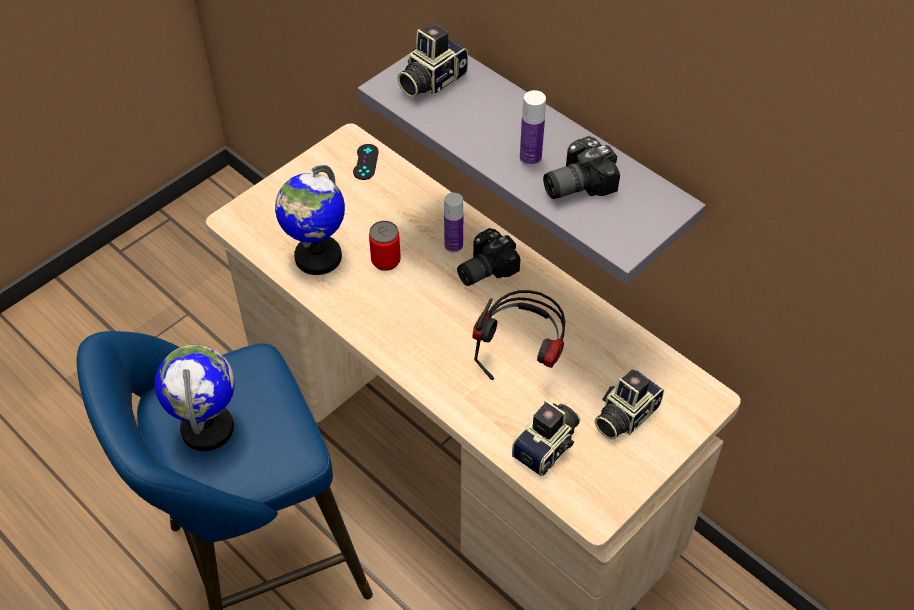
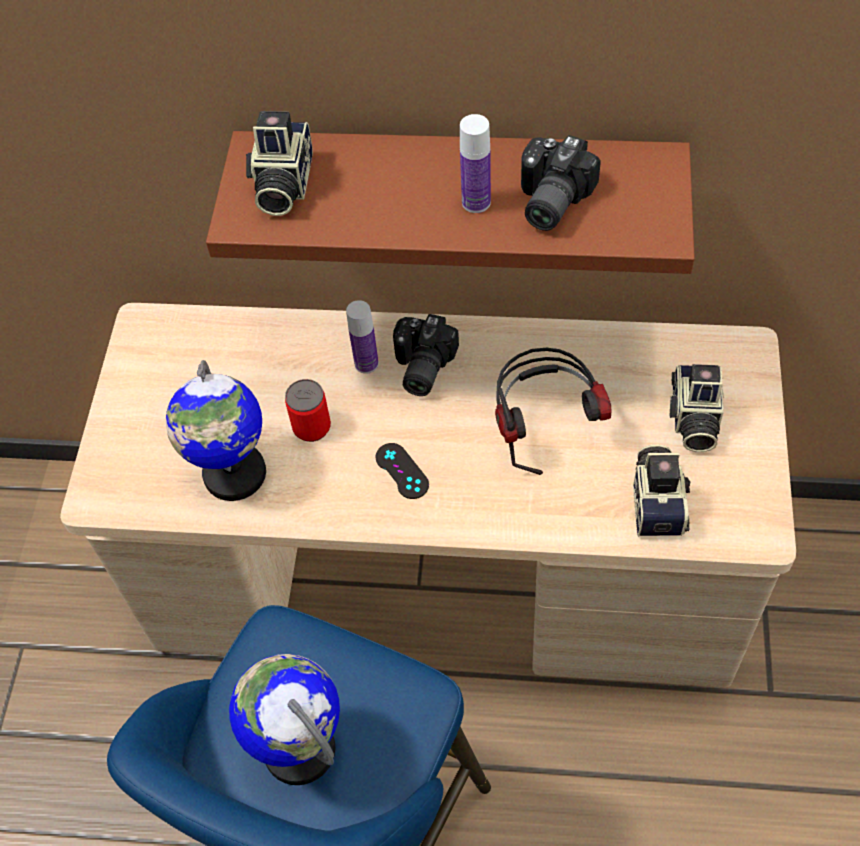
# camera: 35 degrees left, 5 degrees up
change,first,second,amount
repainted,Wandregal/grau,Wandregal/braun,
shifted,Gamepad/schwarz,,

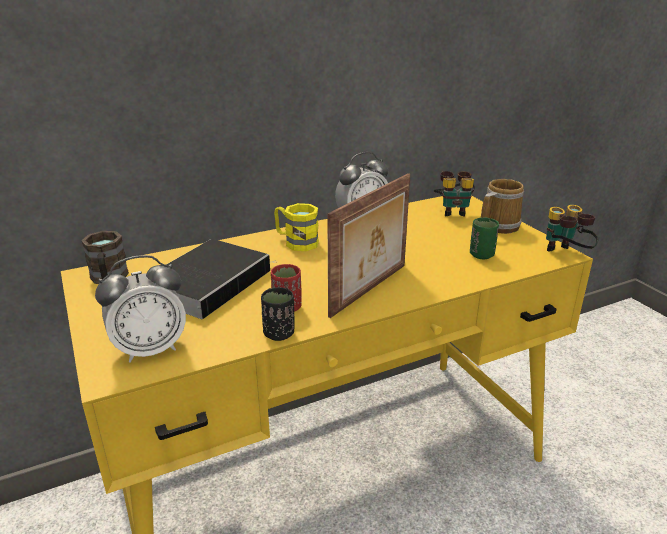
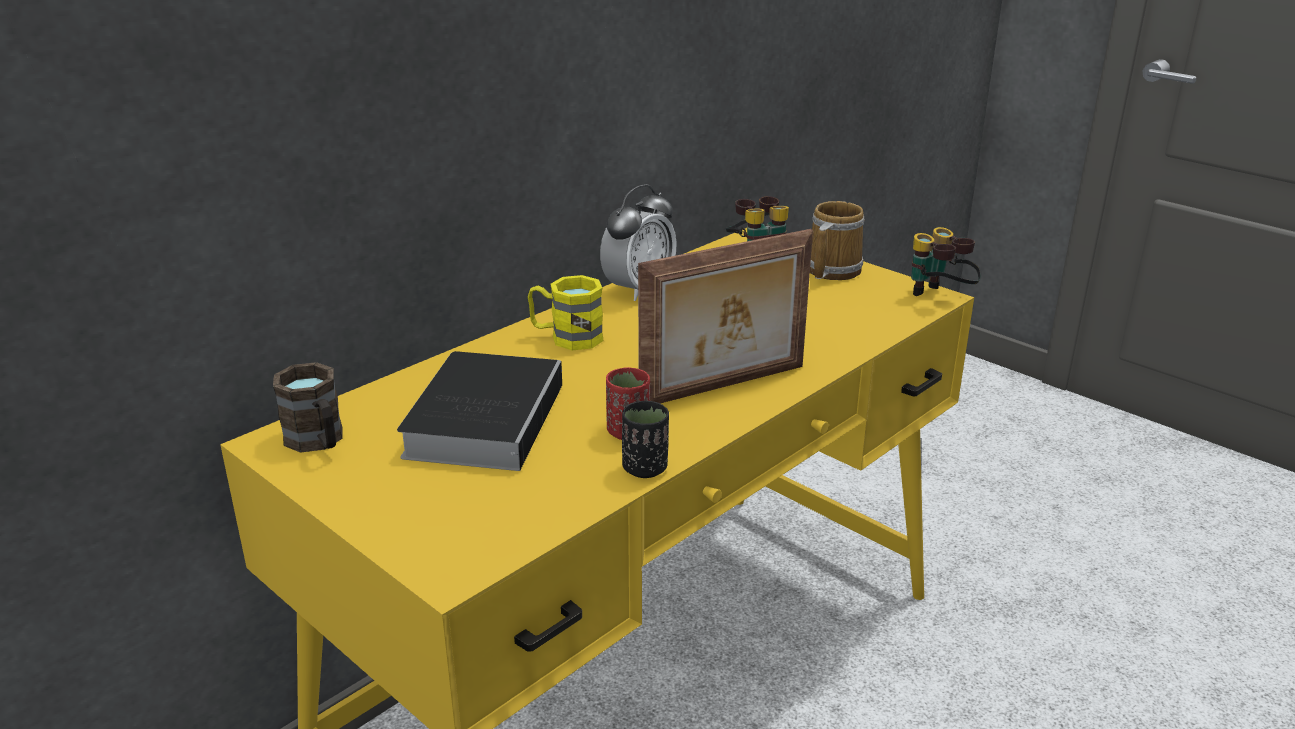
# camera: 20 degrees left, 0 degrees up
change,first,second,amount
rotated,Bilderrahmen,,45 degrees clockwise
gone,Wecker (no. 1 from left),,
gone,Tasse/grün,,

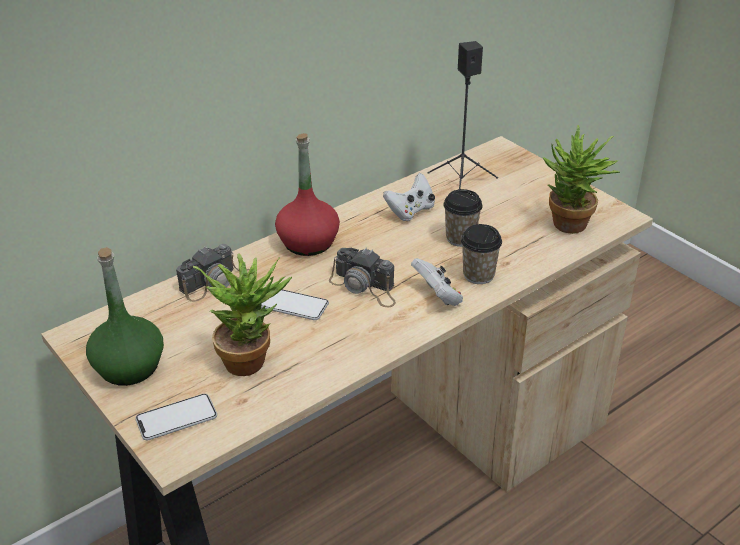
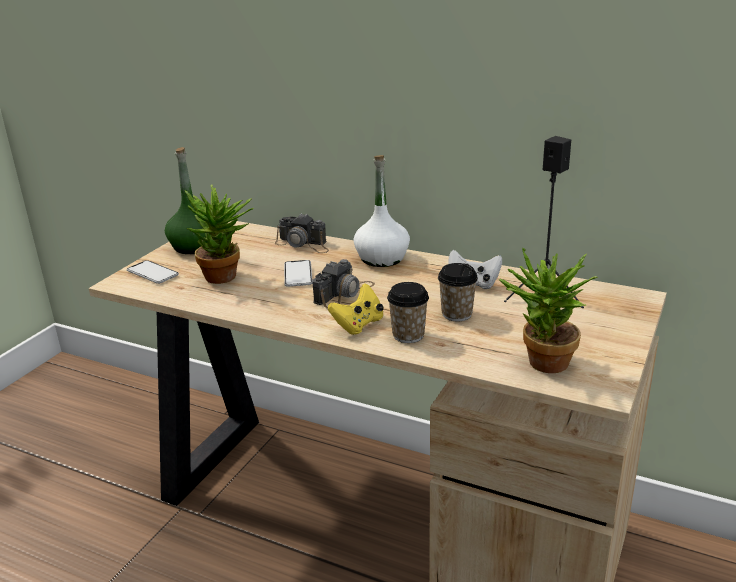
# camera: 65 degrees right, 10 degrees down
change,first,second,amount
rotated,Kamera (no. 2 from left),,150 degrees counterclockwise
repainted,Gamepad/weiß (no. 2 from left),Gamepad/gelb,
repainted,Flasche/rot,Flasche/weiß,

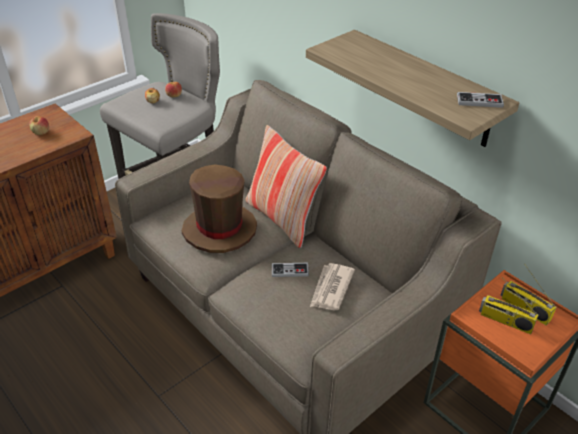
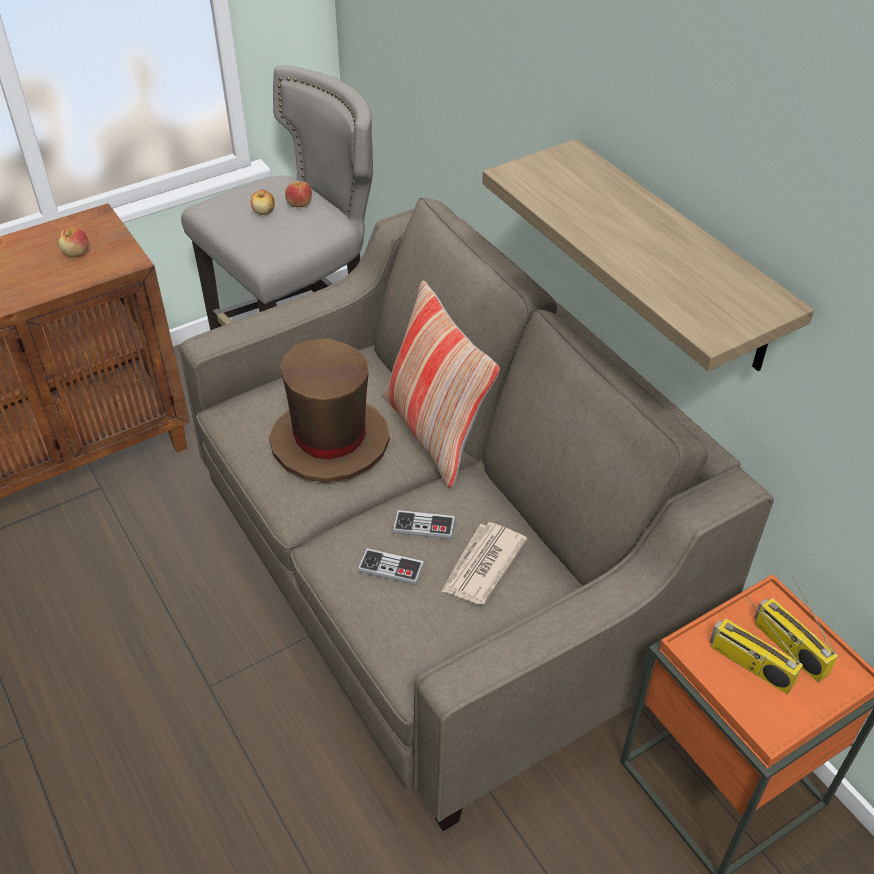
# camera: 10 degrees right, 5 degrees up
change,first,second,amount
shifted,Gamepad (no. 2 from left in the first image),Gamepad (no. 1 from left),

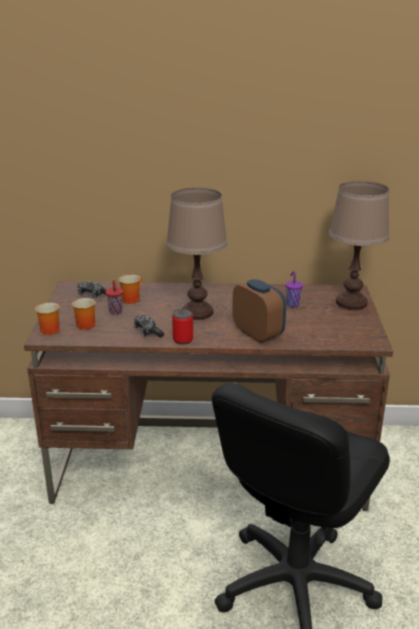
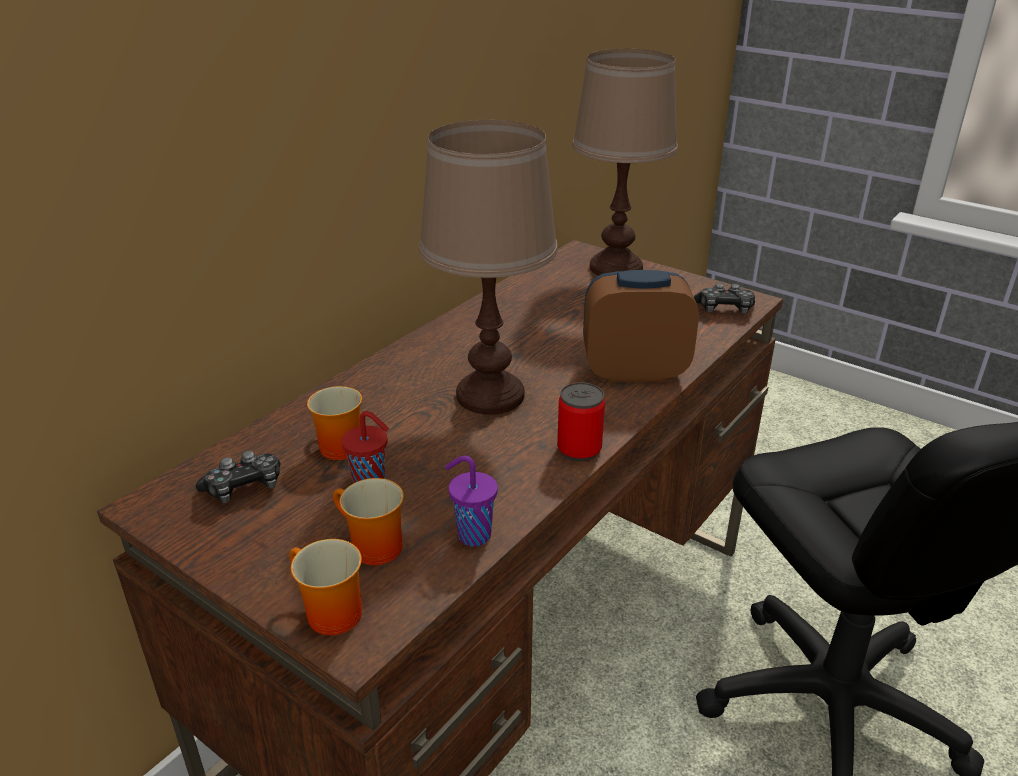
# camera: 55 degrees left, 5 degrees up
change,first,second,amount
shifted,Tasse/lila,,
shifted,Gamepad (no. 2 from left),,

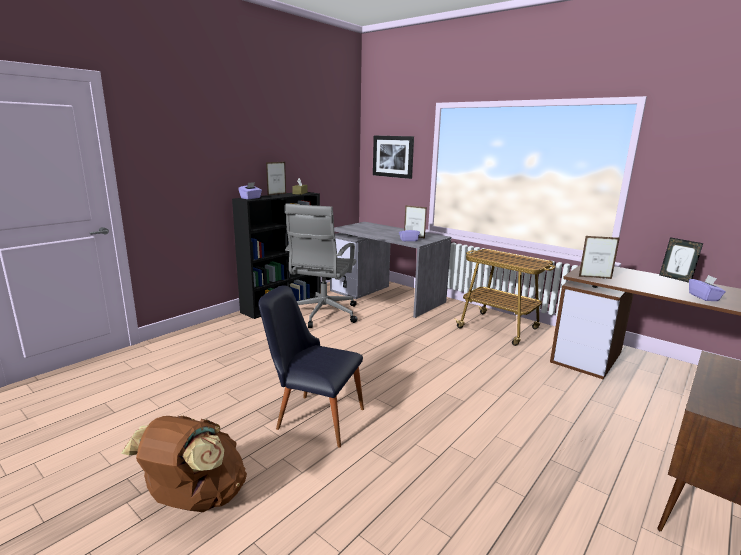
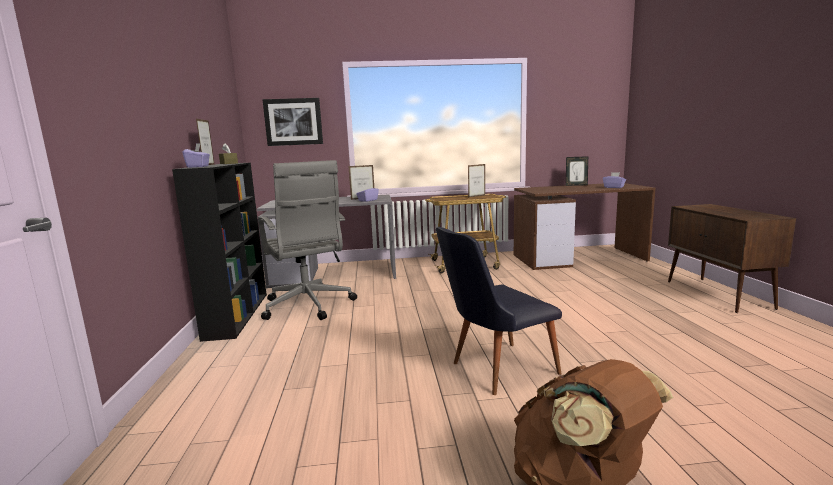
# camera: 45 degrees left, 5 degrees down
change,first,second,amount
shifted,Bilderrahmen (no. 3 from left),,

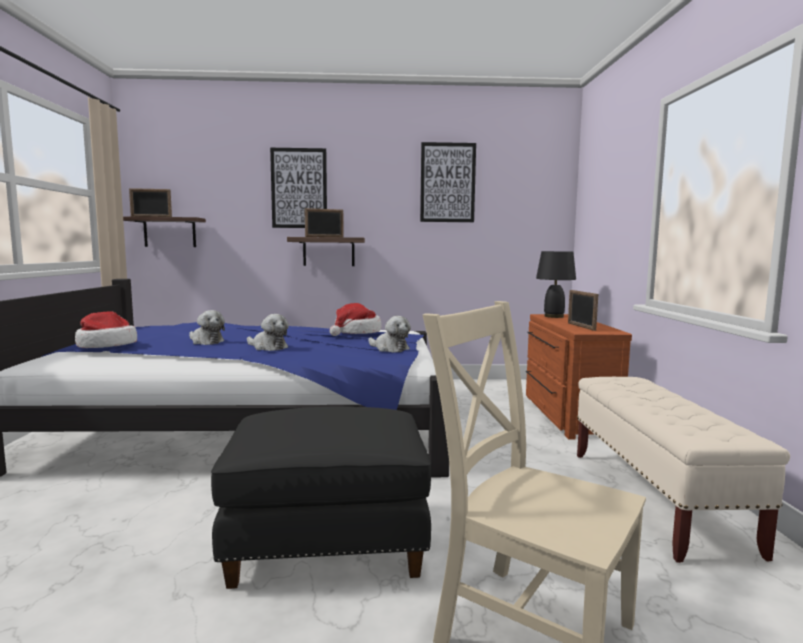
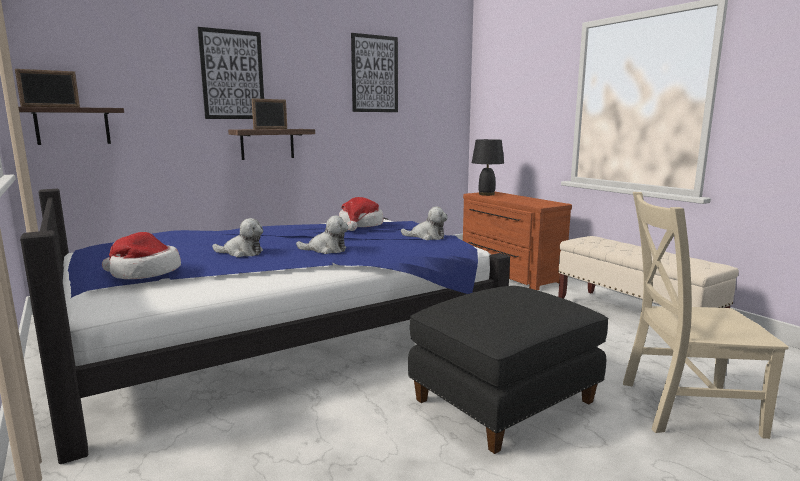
# camera: 30 degrees left, 5 degrees up
change,first,second,amount
gone,Bilderrahmen (no. 3 from left),,

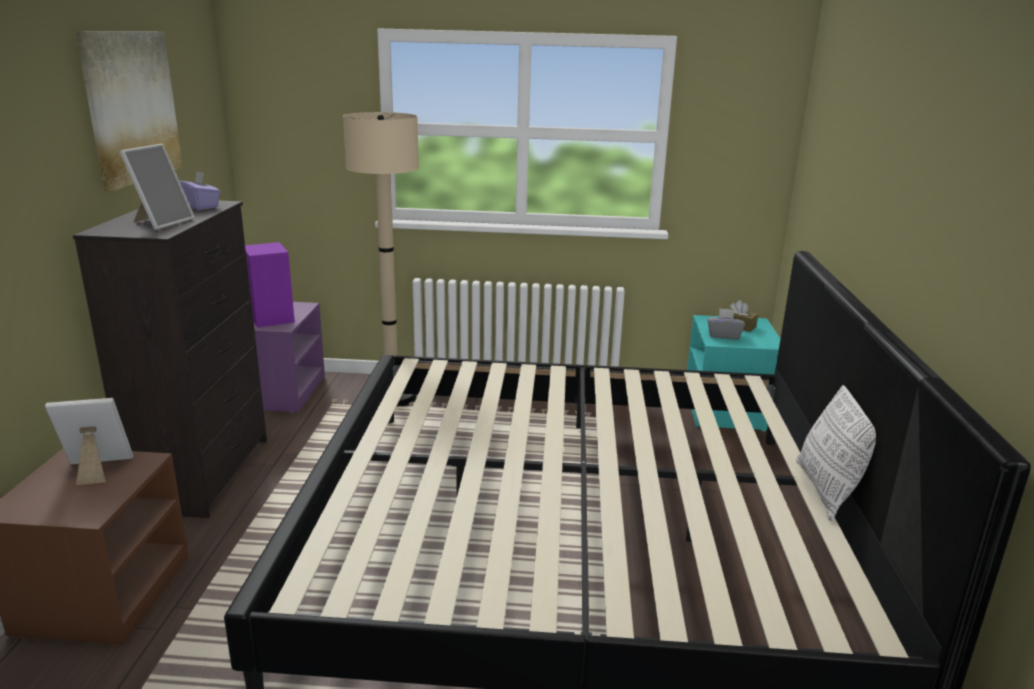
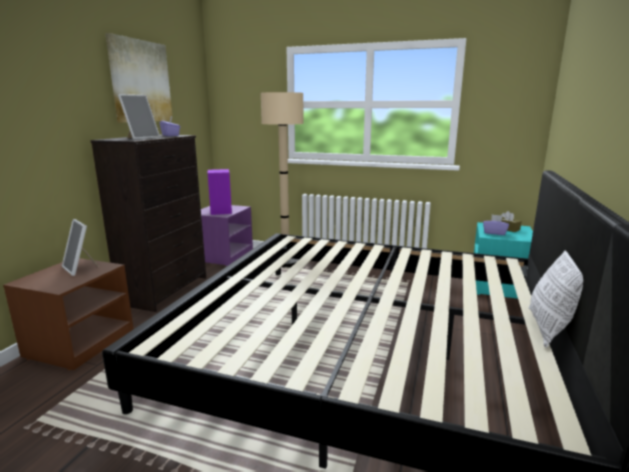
# camera: 15 degrees right, 5 degrees down
change,first,second,amount
rotated,Bilderrahmen (no. 1 from left),,135 degrees counterclockwise
repainted,Taschentuchbox/grau,Taschentuchbox/lila (no. 2 from left),

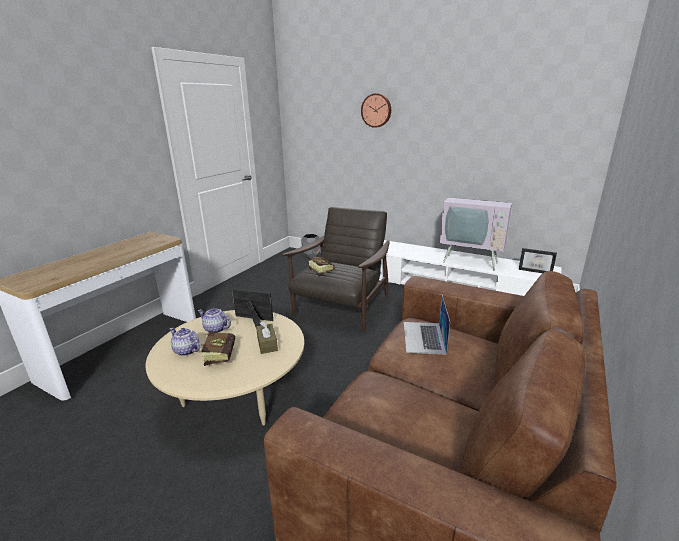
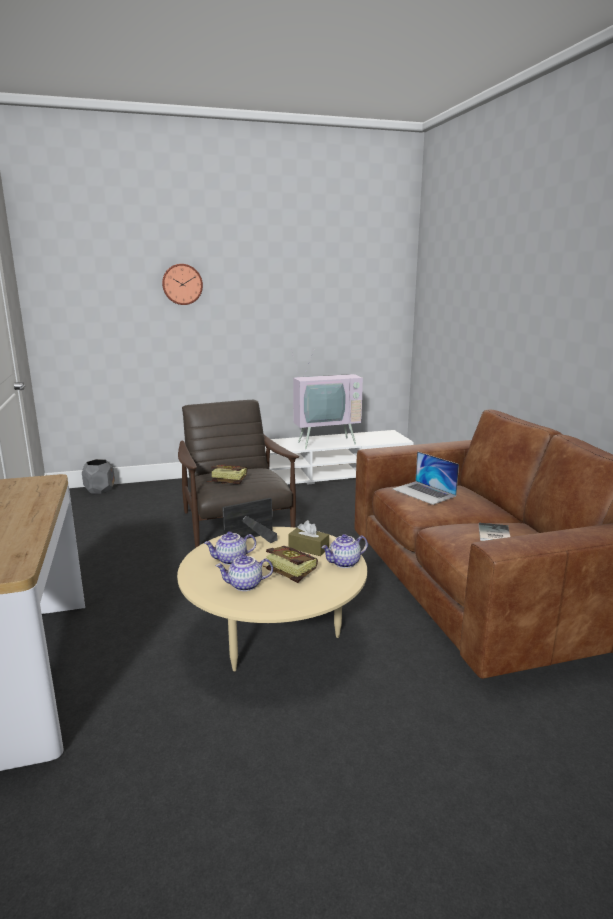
# camera: 45 degrees left, 5 degrees down
change,first,second,amount
new,,Teekanne (no. 3 from left),
new,,Buch (no. 3 from left),
gone,Bilderrahmen (no. 2 from left),,

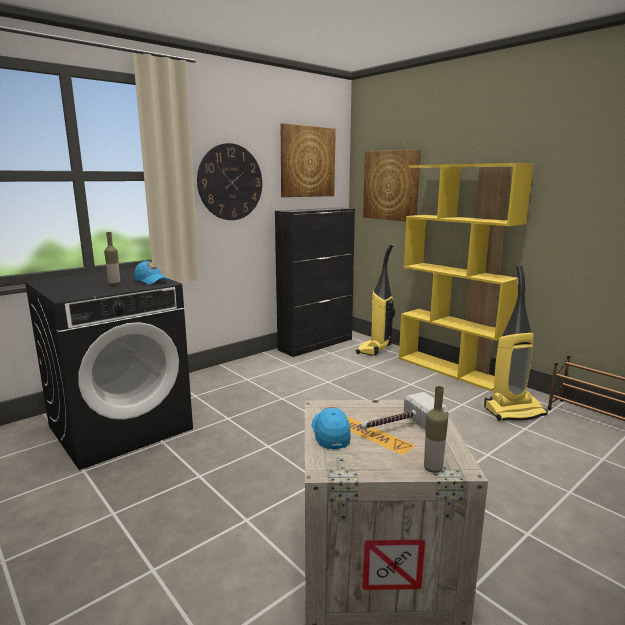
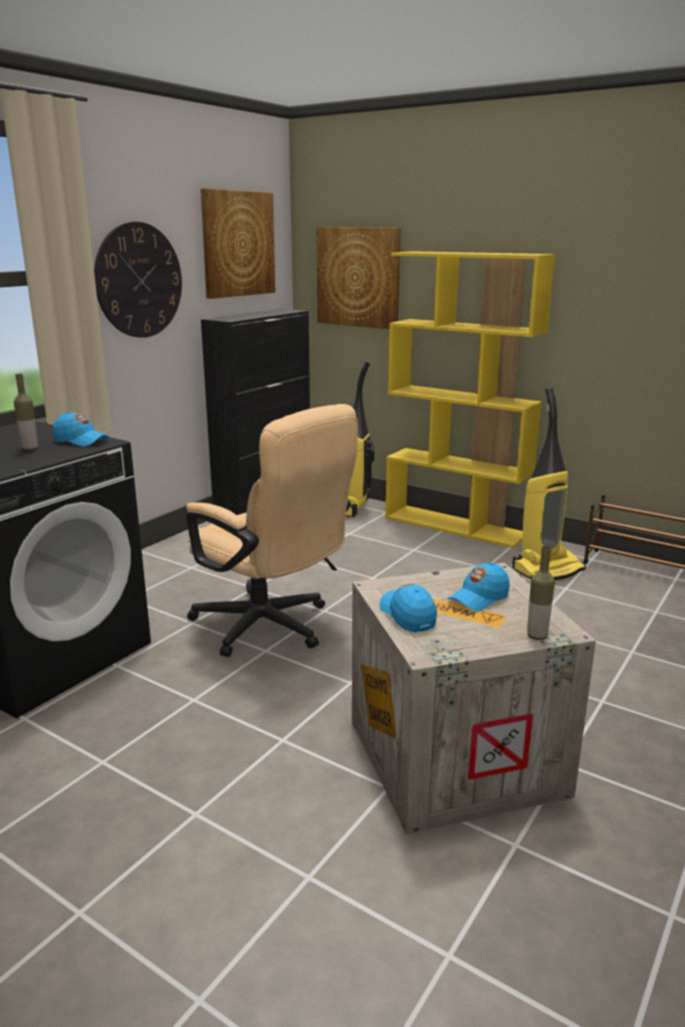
# camera: 15 degrees left, 5 degrees up
change,first,second,amount
new,,Bürostuhl/beige,
swapped,Hammer,Kappe/blau (no. 3 from left),

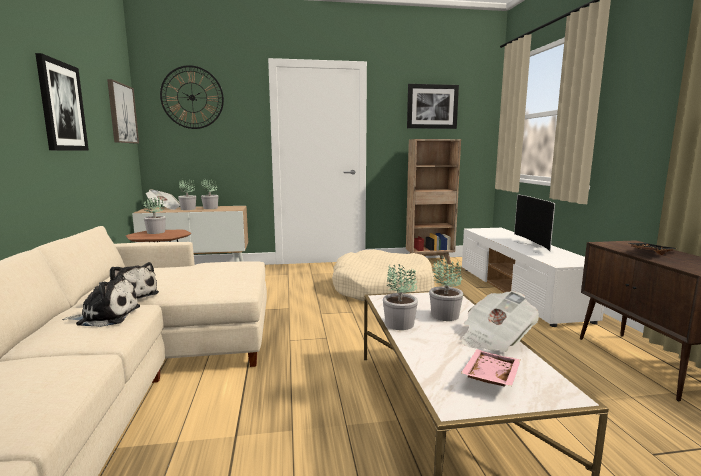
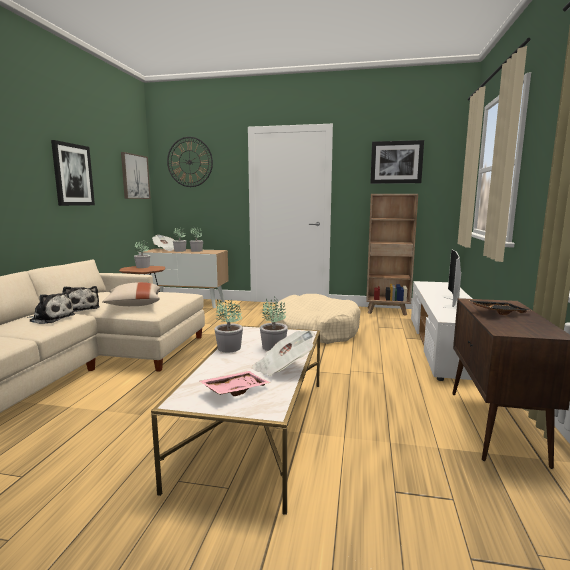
# camera: 20 degrees right, 0 degrees up
change,first,second,amount
new,,Kissen/beige,

